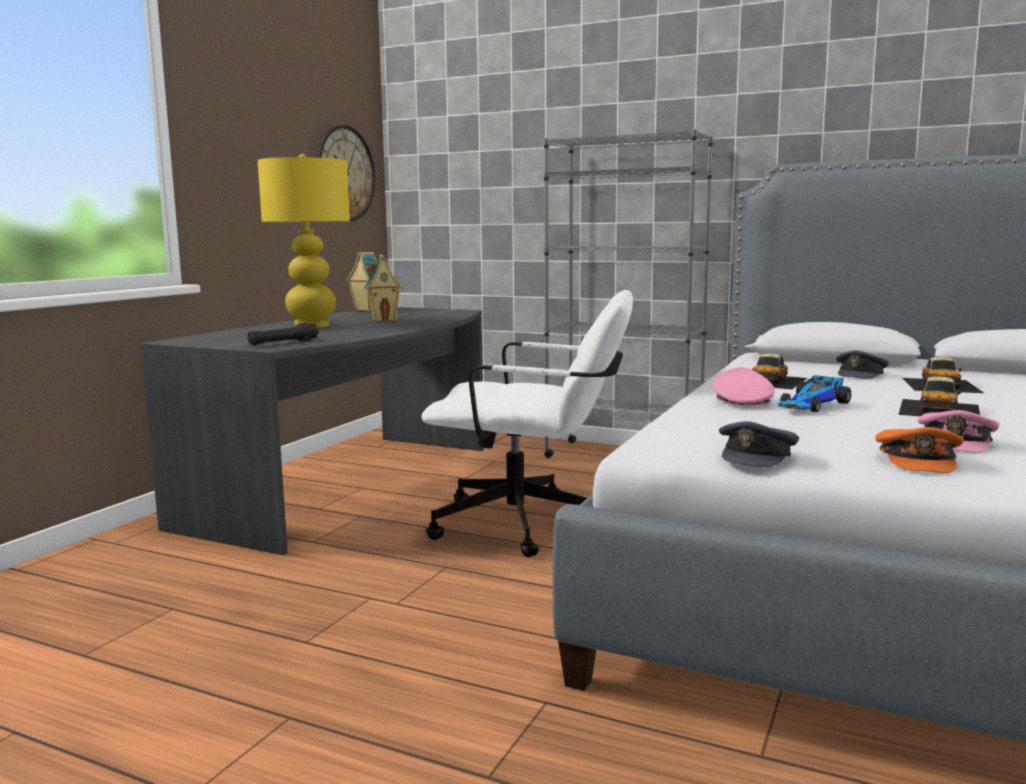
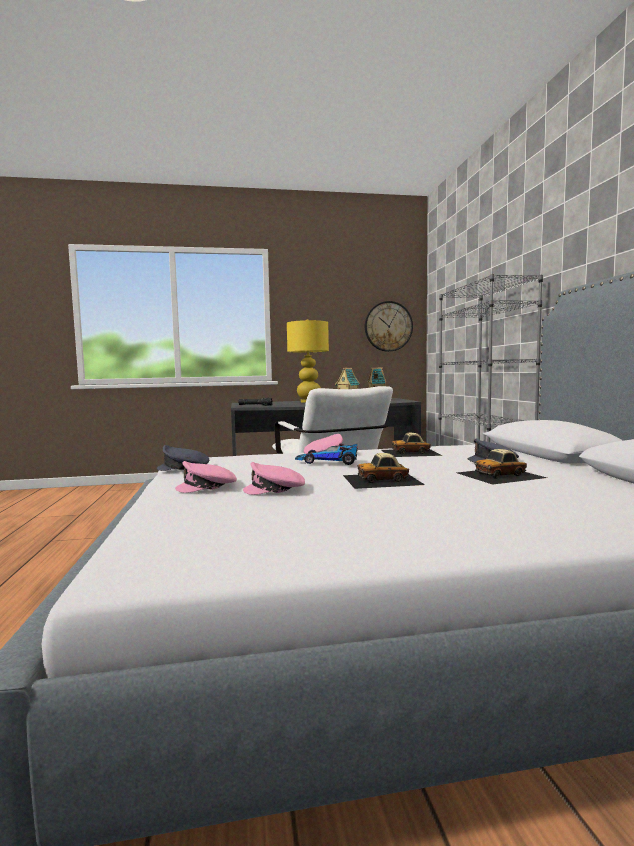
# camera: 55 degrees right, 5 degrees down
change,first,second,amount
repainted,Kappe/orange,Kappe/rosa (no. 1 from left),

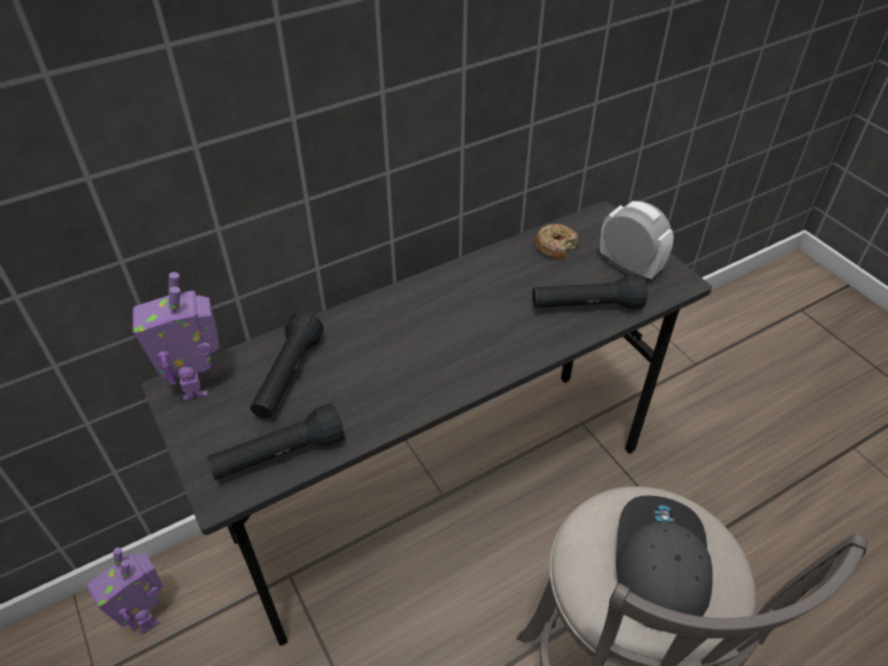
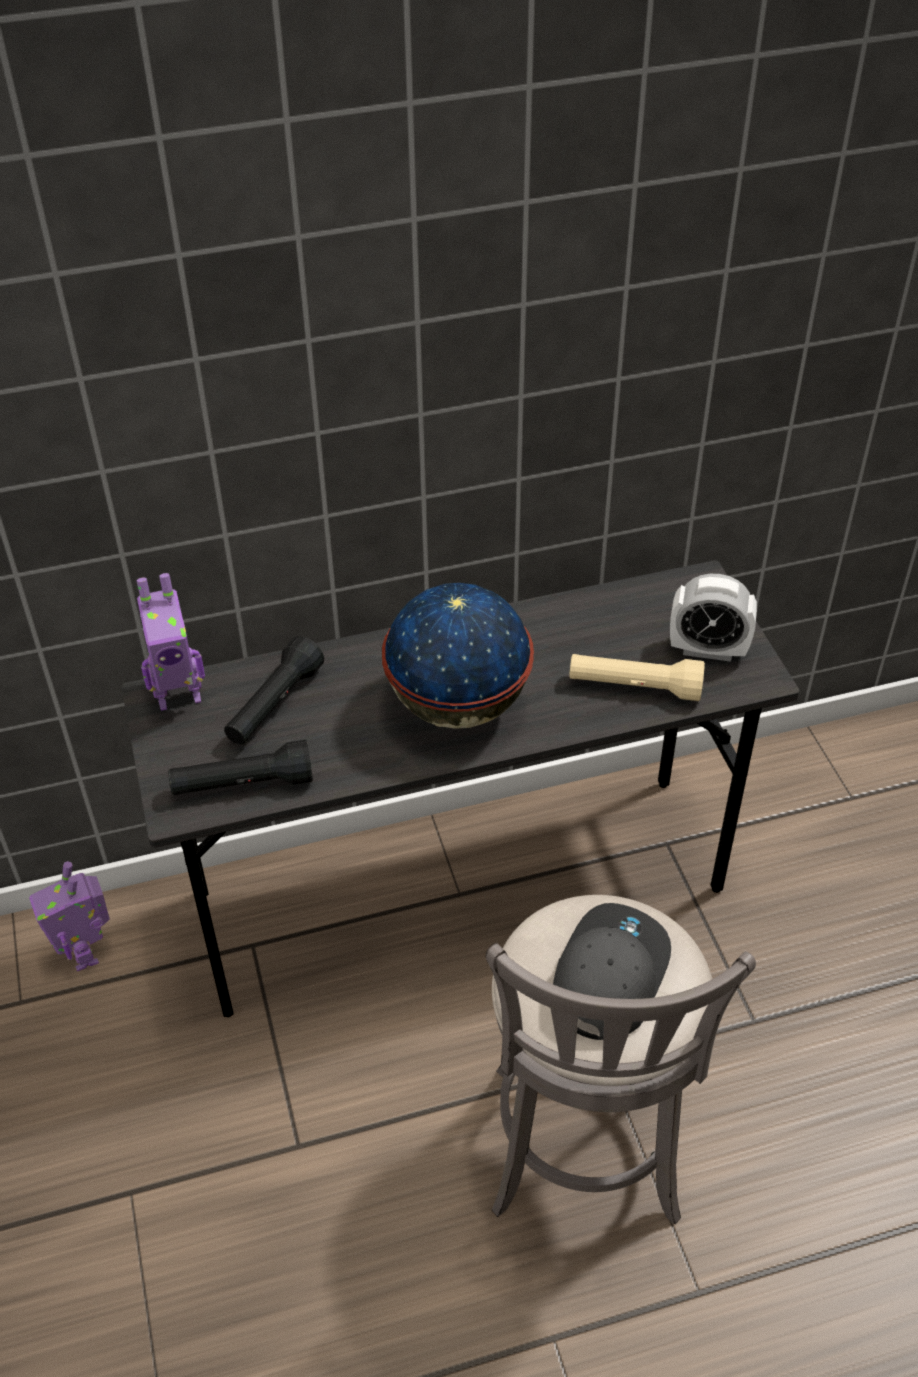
# camera: 15 degrees right, 0 degrees up
change,first,second,amount
rotated,Spielzeugroboter (no. 2 from left),,105 degrees counterclockwise
new,,Globus,
repainted,Taschenlampe/schwarz (no. 3 from left),Taschenlampe/beige,
rotated,Wecker,,135 degrees clockwise
gone,Donut,,

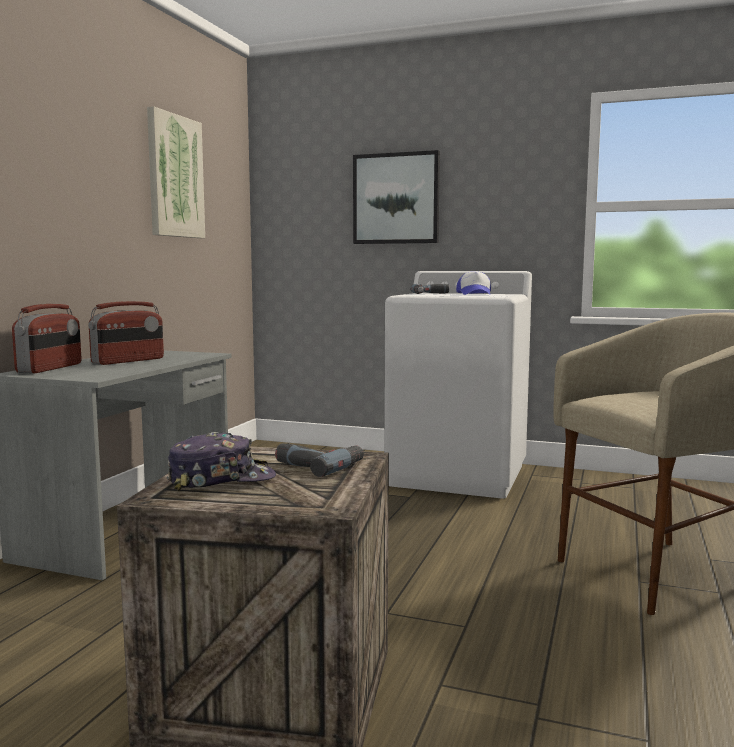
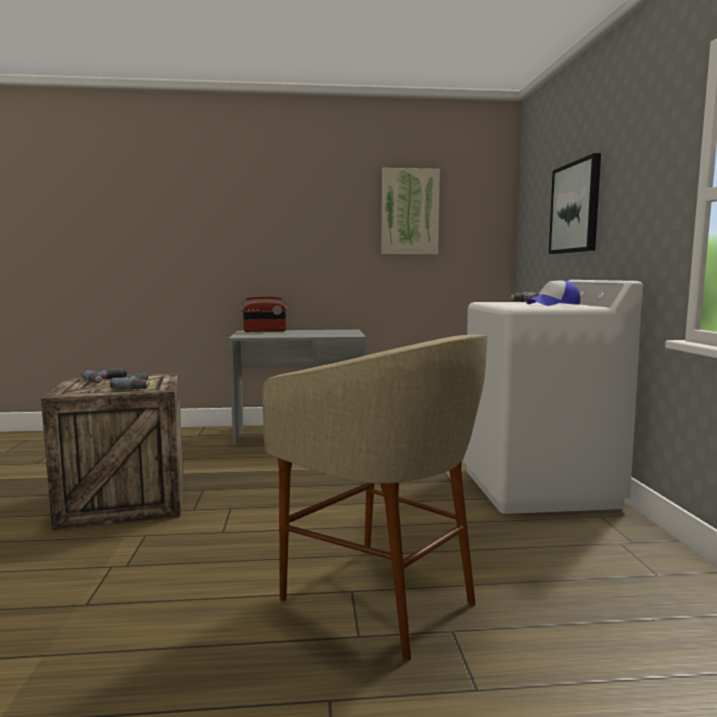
# camera: 65 degrees right, 0 degrees up
change,first,second,amount
swapped,Kappe (no. 1 from left),Bohrmaschine (no. 1 from left),
gone,Radio (no. 2 from left),,

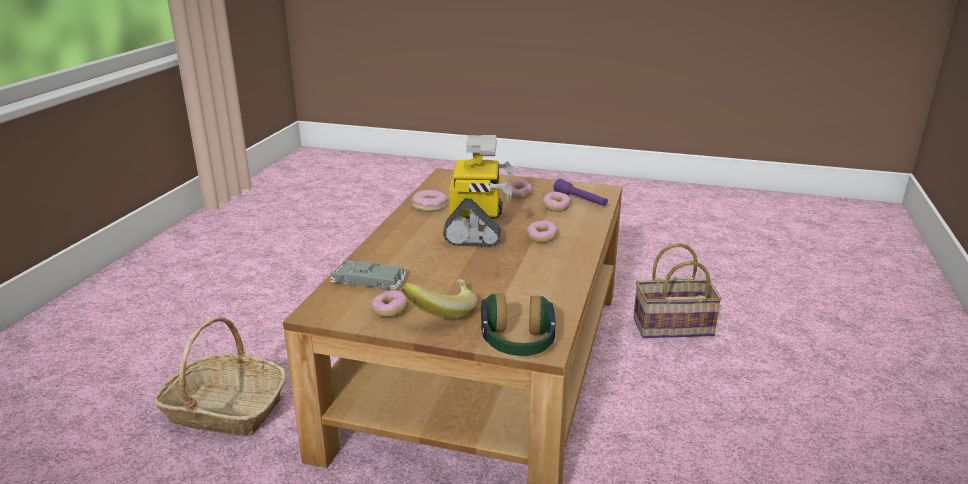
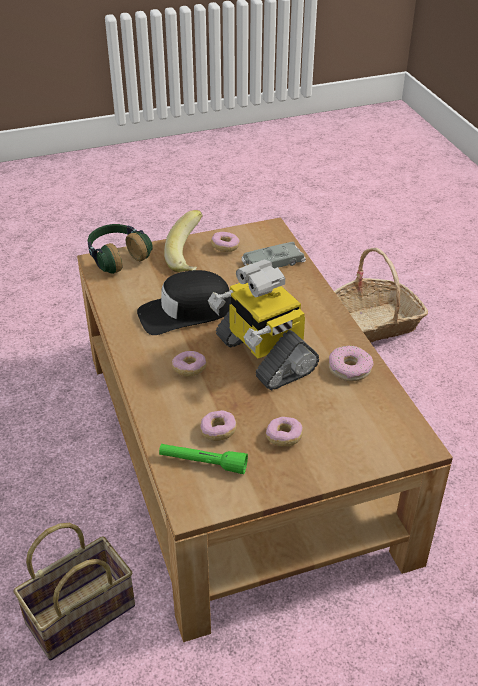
# camera: 145 degrees right, 15 degrees up
change,first,second,amount
new,,Kappe/schwarz,
repainted,Taschenlampe/lila,Taschenlampe/grün,

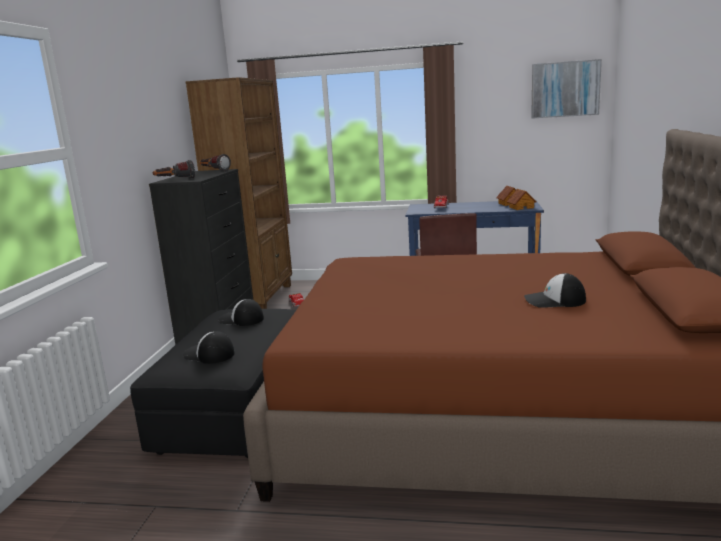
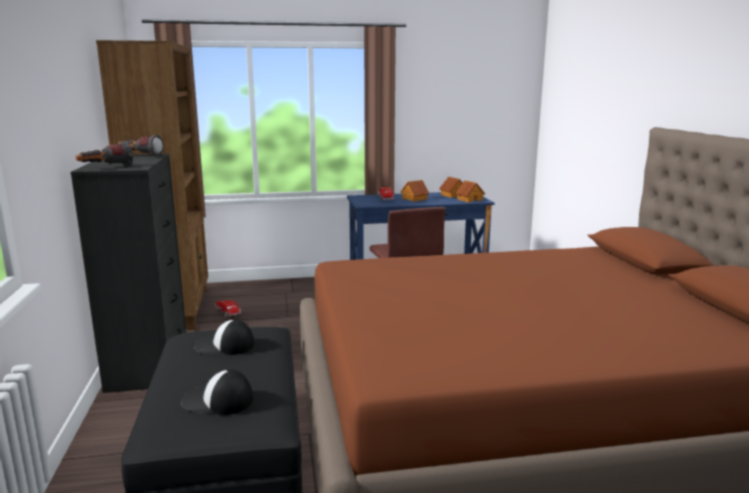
# camera: 20 degrees left, 0 degrees up
change,first,second,amount
new,,Spielzeughaus (no. 1 from left),
gone,Kappe (no. 3 from left),,
gone,Bild,,

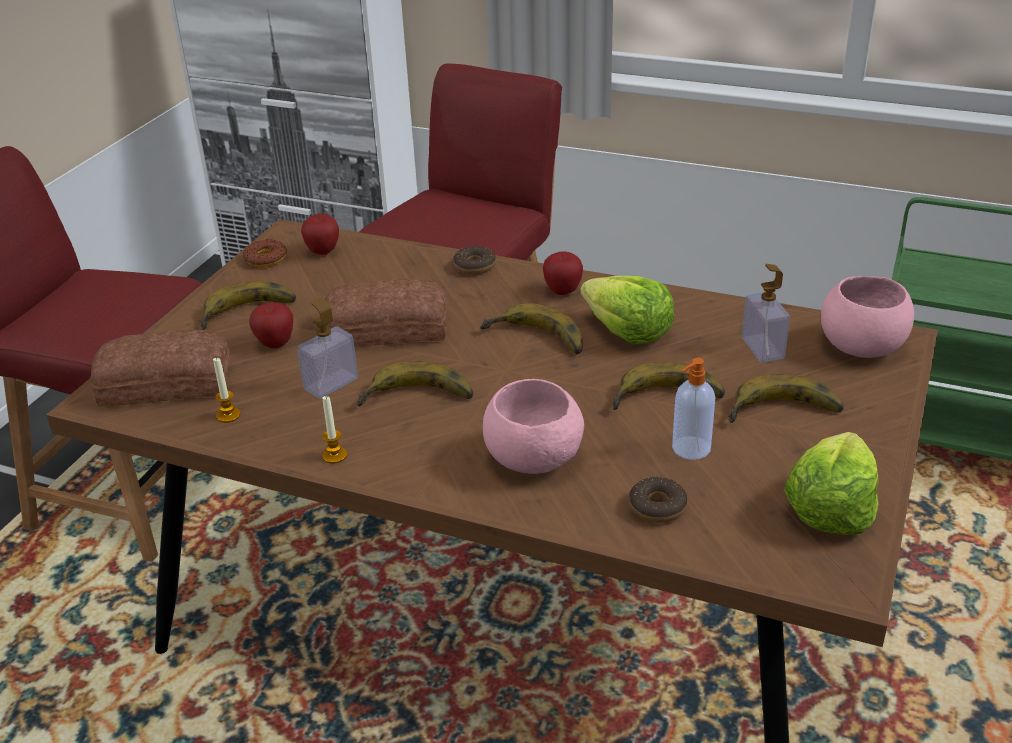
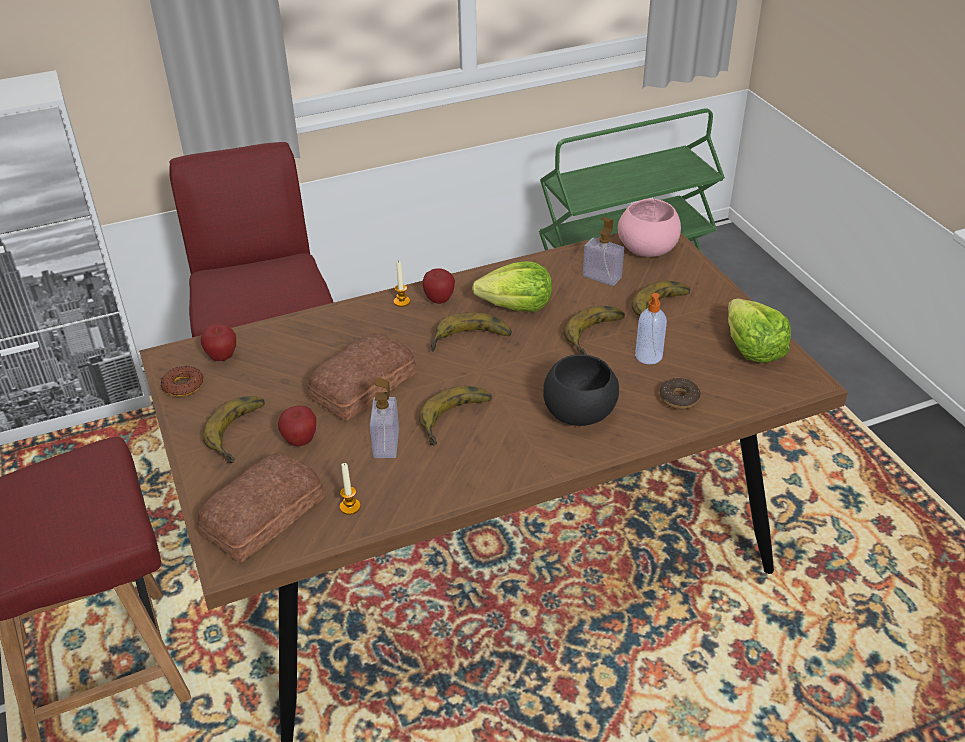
# camera: 45 degrees left, 5 degrees up
change,first,second,amount
shifted,Kerze (no. 2 from left),,
repainted,Schüssel/rosa (no. 1 from left),Schüssel/schwarz,
gone,Donut (no. 2 from left),,

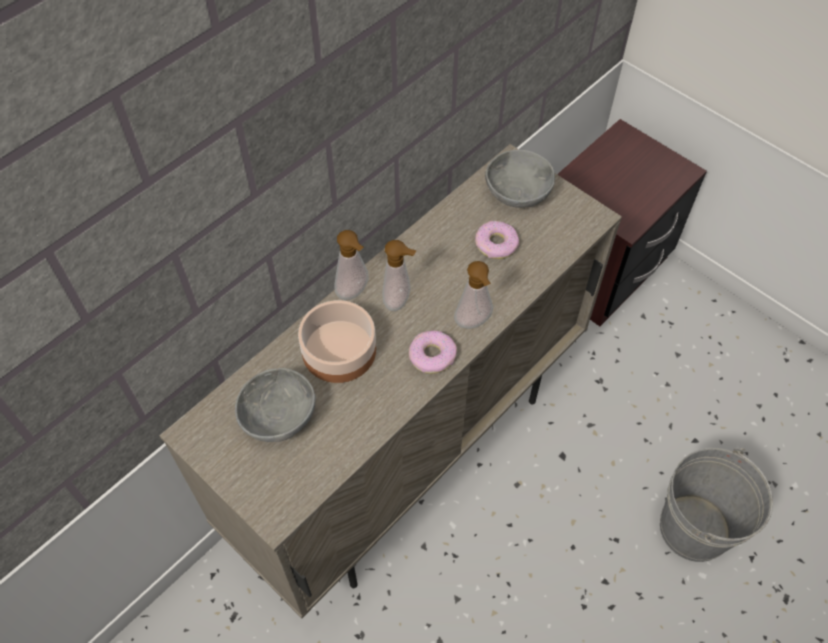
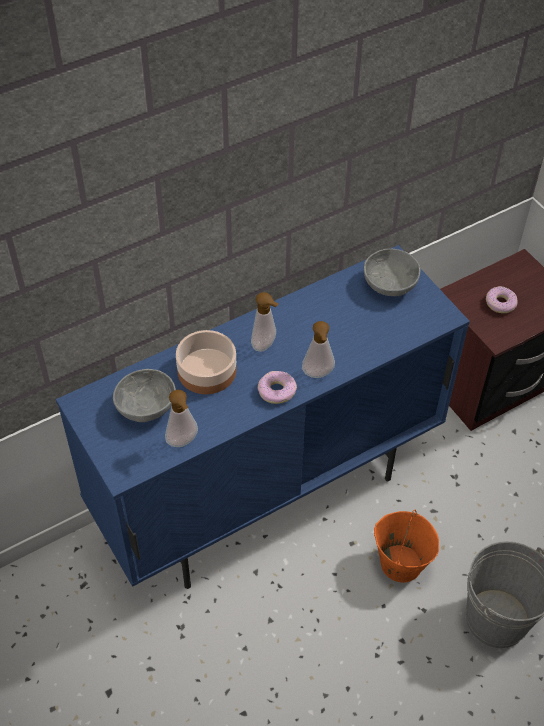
# camera: 15 degrees right, 5 degrees down
change,first,second,amount
repainted,Schrank/beige,Schrank/blau,
shifted,Seifenspender (no. 1 from left),,
new,,Eimer/orange,
shifted,Donut (no. 2 from left),,

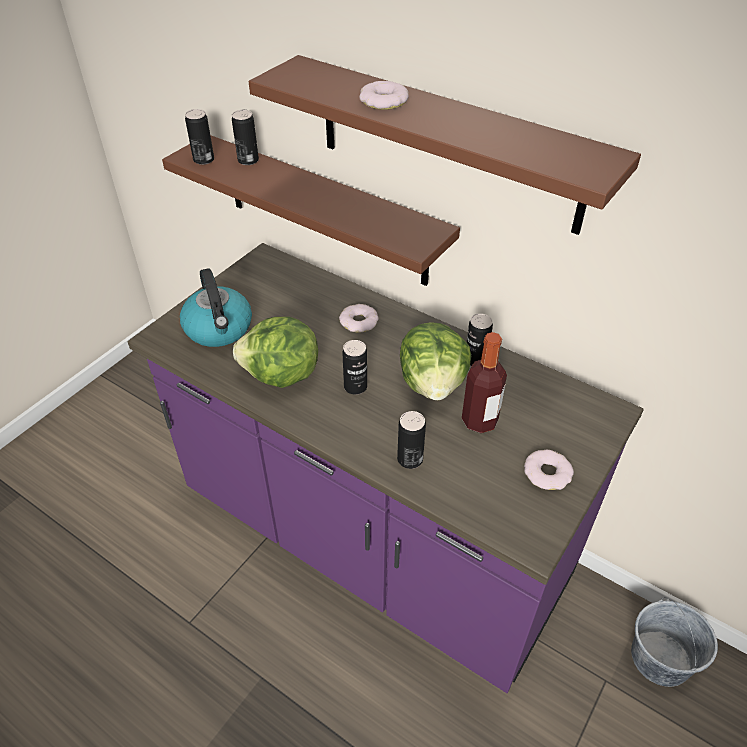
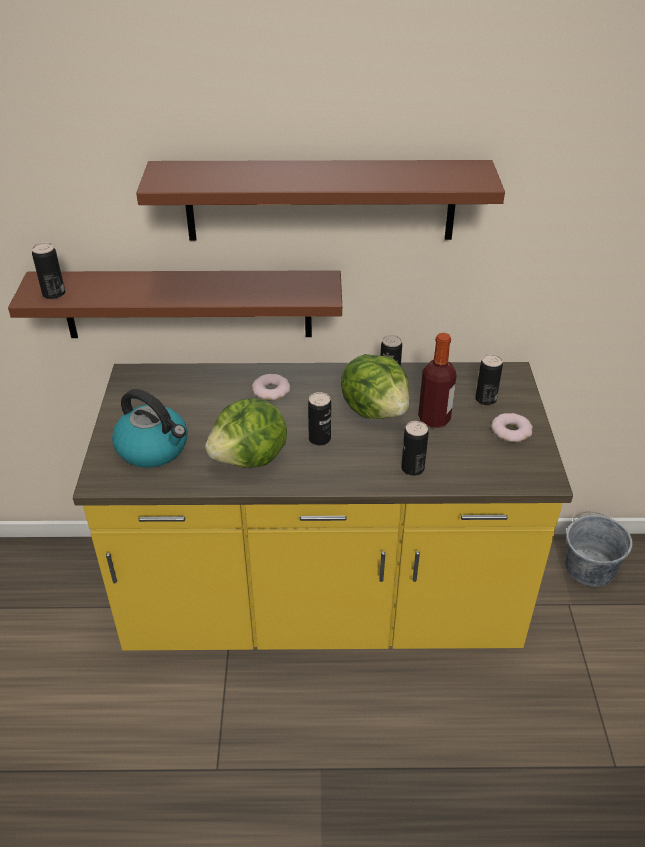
# camera: 35 degrees left, 5 degrees down
change,first,second,amount
repainted,Küchenzeile/lila,Küchenzeile/gelb,
shifted,Dose (no. 2 from left in the first image),Dose (no. 5 from left),
gone,Donut (no. 2 from left),,

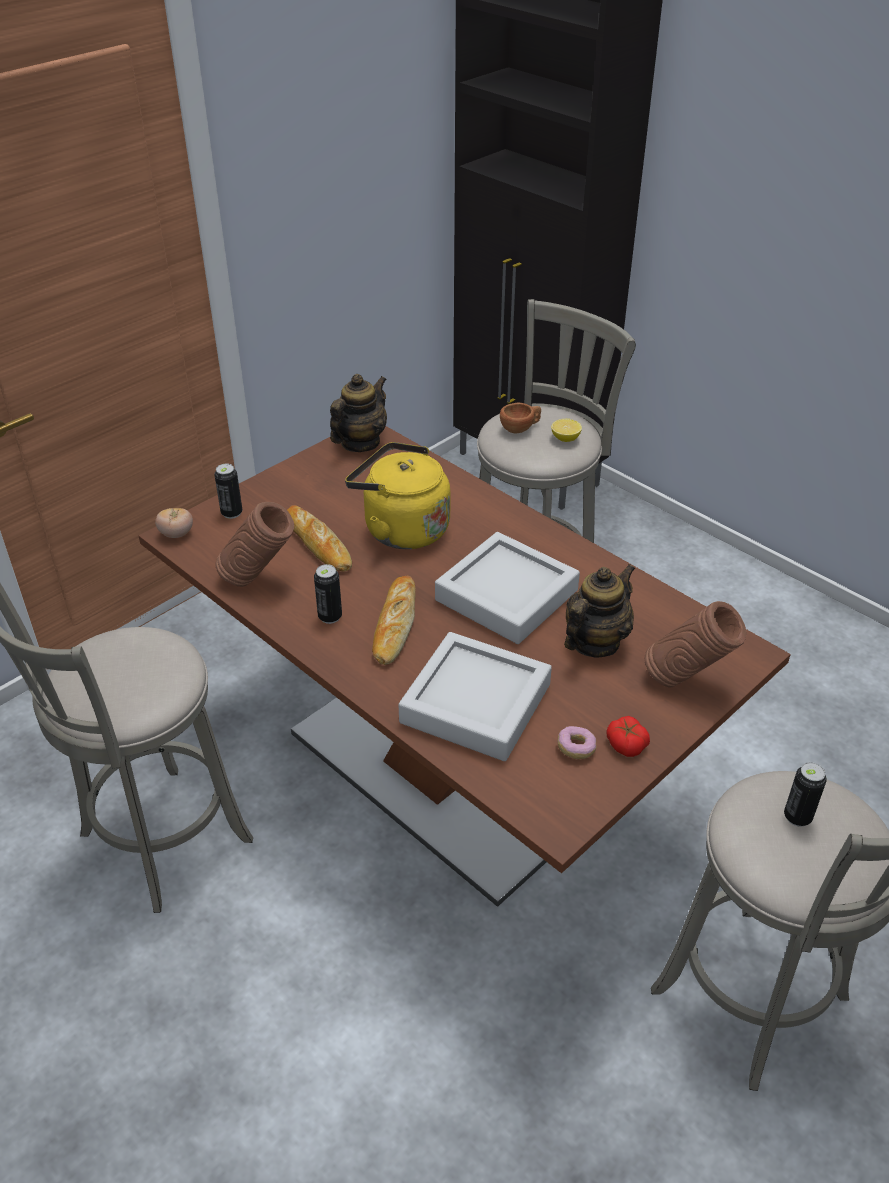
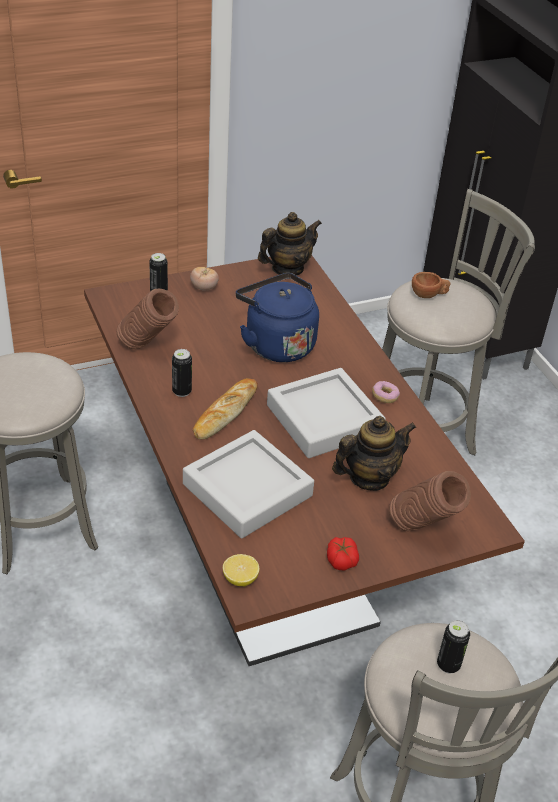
# camera: 20 degrees right, 0 degrees up
change,first,second,amount
shifted,Tomate (no. 1 from left),,
shifted,Zitrone,,
repainted,Wasserkessel/gelb,Wasserkessel/blau,
shifted,Donut,,
gone,Brot (no. 1 from left),,

